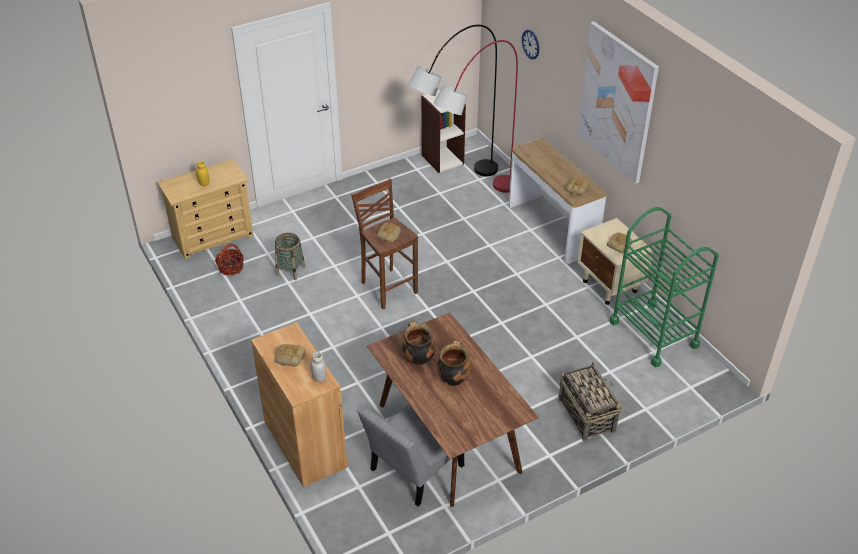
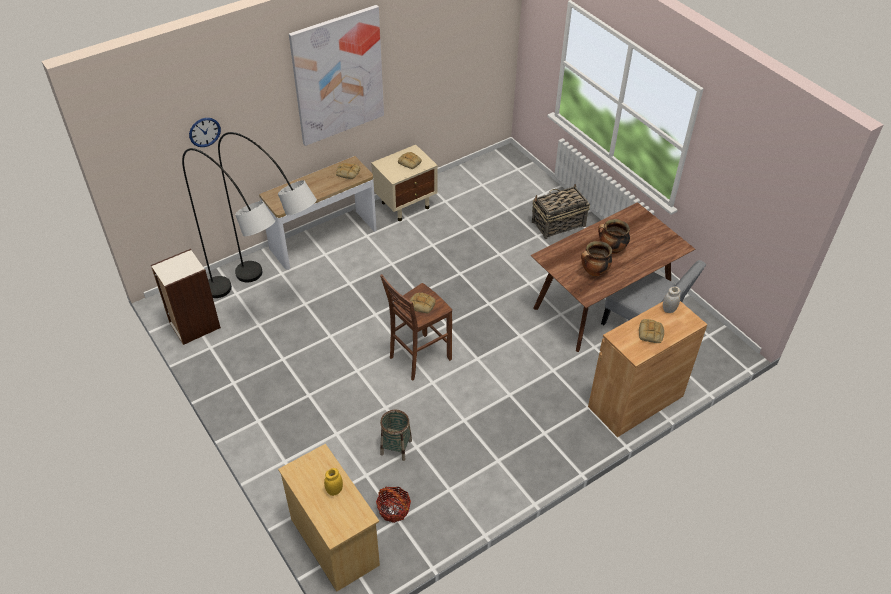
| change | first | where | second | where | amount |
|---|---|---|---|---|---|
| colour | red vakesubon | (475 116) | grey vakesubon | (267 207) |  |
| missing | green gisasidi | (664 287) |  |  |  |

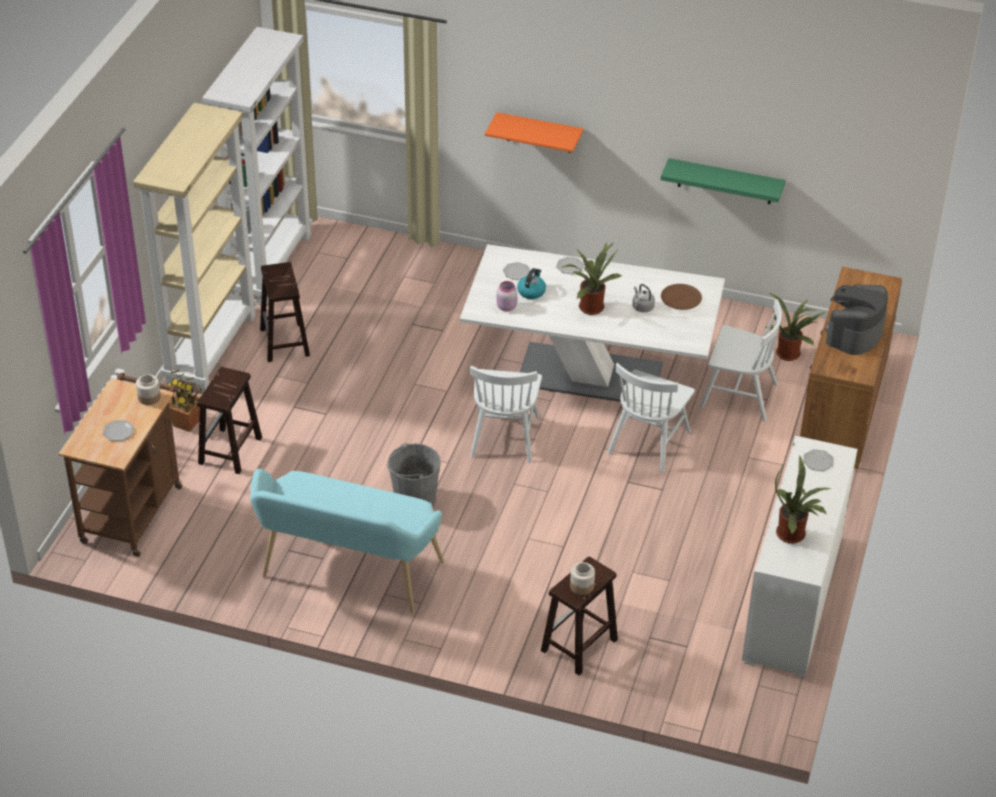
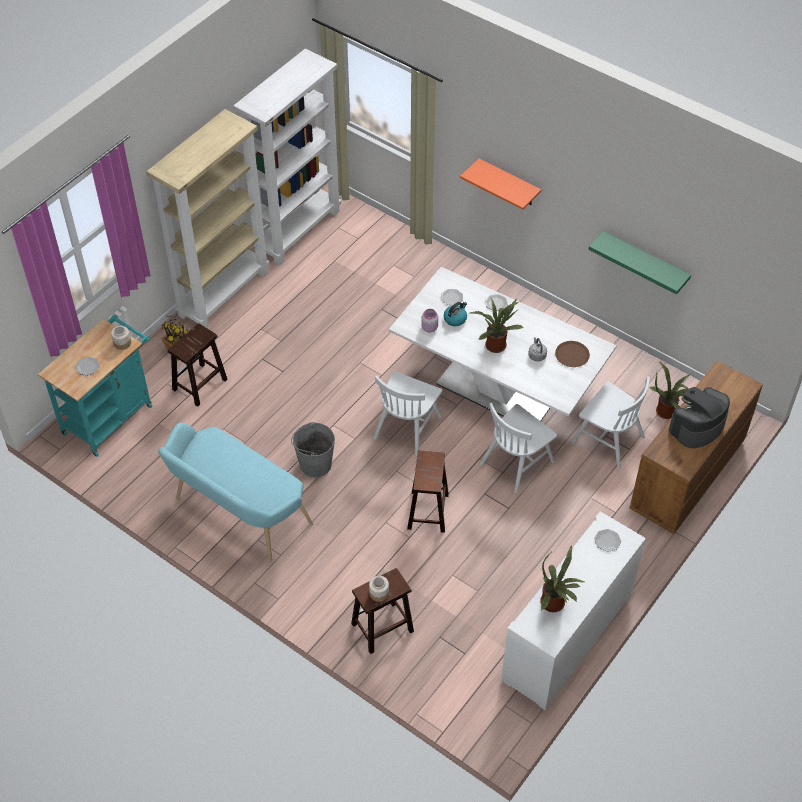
| change | first | where | second | where | amount |
|---|---|---|---|---|---|
| colour | brown gisasidi | (120 465) | turquoise gisasidi | (95 386) |  |
| relocated | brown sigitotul | (285 312) |  | (428 491) |  |

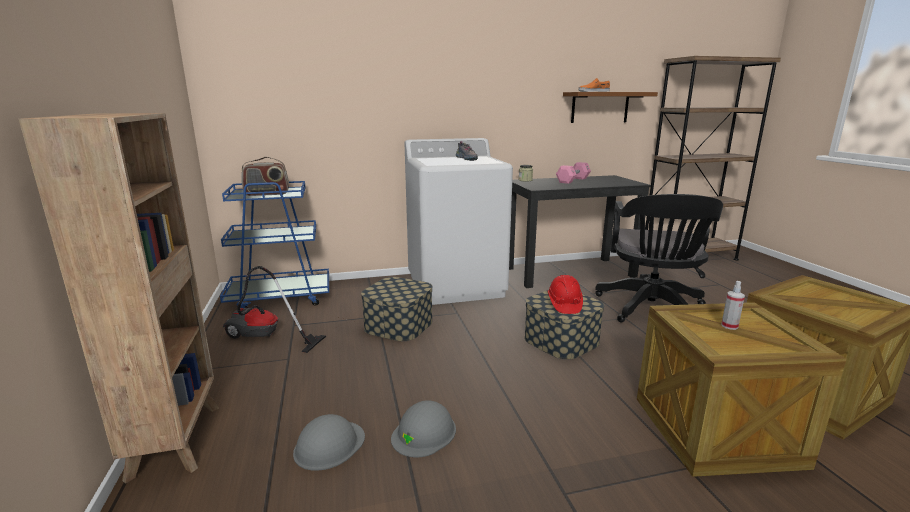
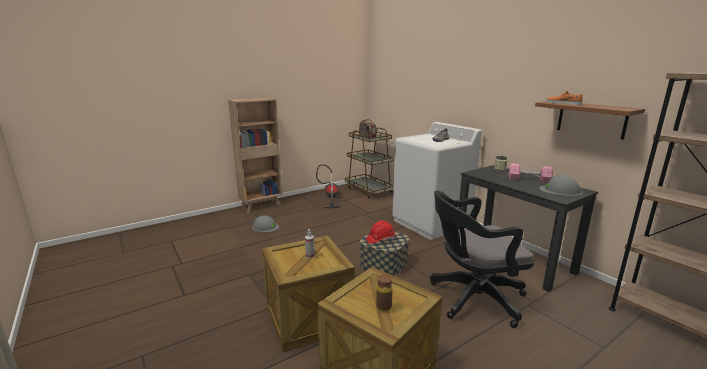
| change | first | where | second | where | amount |
|---|---|---|---|---|---|
| colour | blue gisasidi | (274 244) | brown gisasidi | (369 163) |  |
| appeared |  |  | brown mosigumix | (384 293) |  |
| relocated | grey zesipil | (423 429) |  | (560 186) |  |
| missing | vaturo | (397 309) |  |  |  |

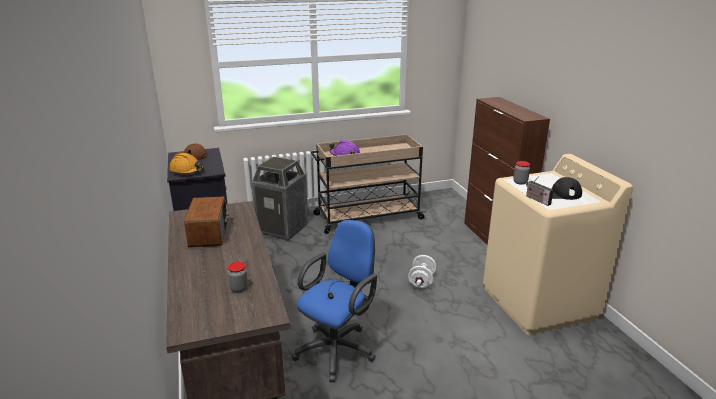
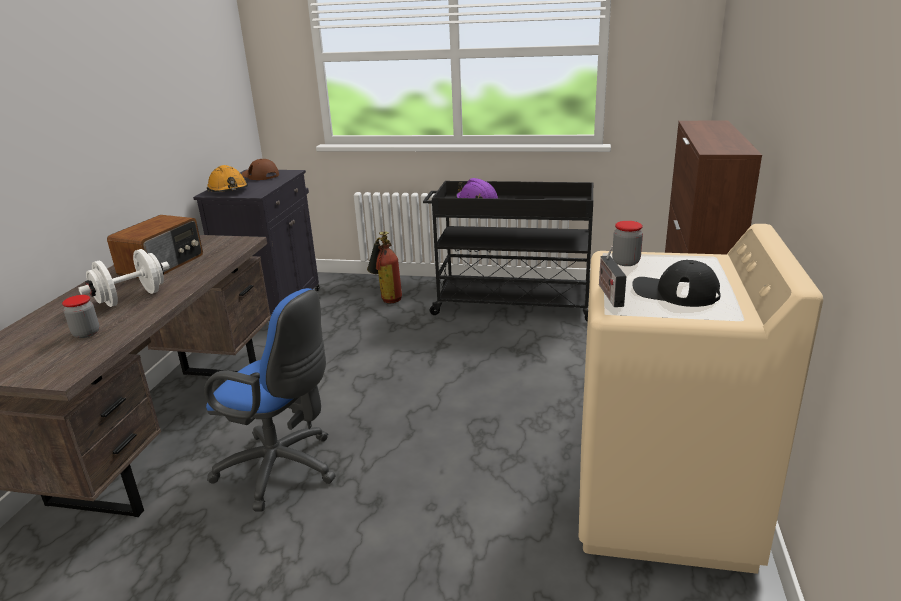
| change | first | where | second | where | amount |
|---|---|---|---|---|---|
| relocated | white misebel | (422 271) |  | (123 278) |  |
| spun | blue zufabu | (334 301) |  | (270 400) | 45 degrees clockwise |
| exchanged | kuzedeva | (279 199) | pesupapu | (384 267) |  |
| colour | beige gisasidi | (368 184) | black gisasidi | (508 251) |  |

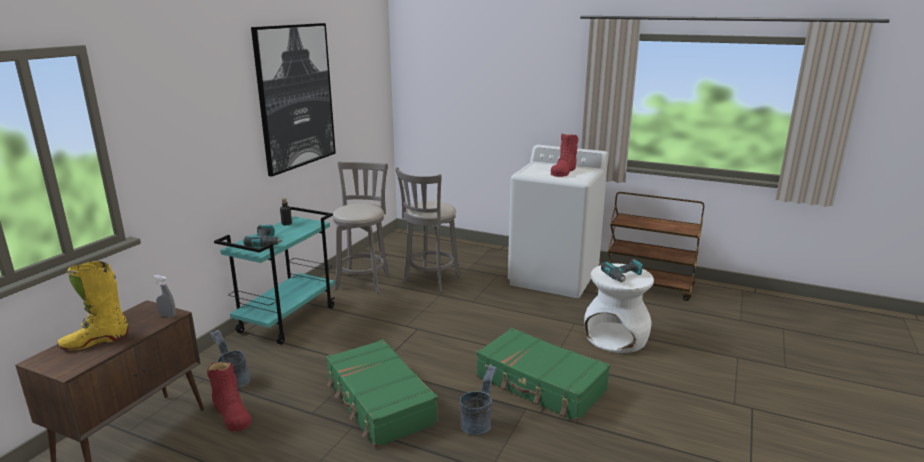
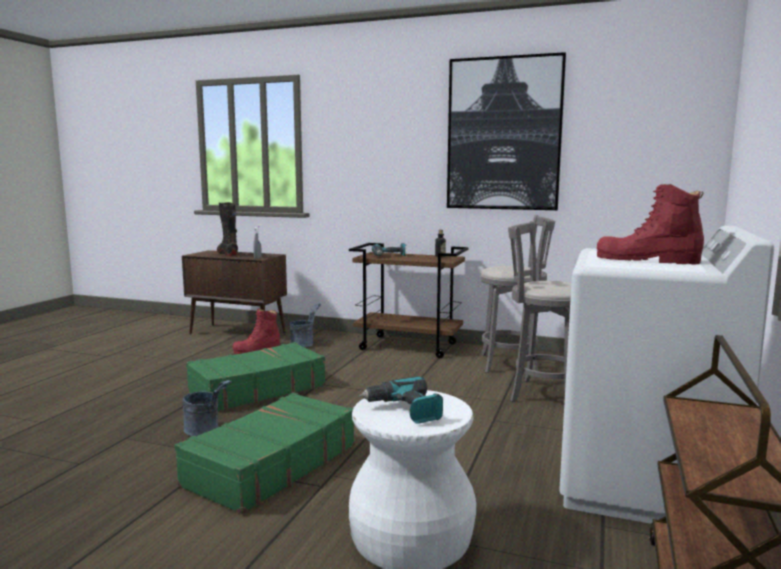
| change | first | where | second | where | amount |
|---|---|---|---|---|---|
| colour | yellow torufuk | (92 305) | black torufuk | (227 229) |  |
| colour | turquoise gisasidi | (274 276) | brown gisasidi | (409 300) |  |

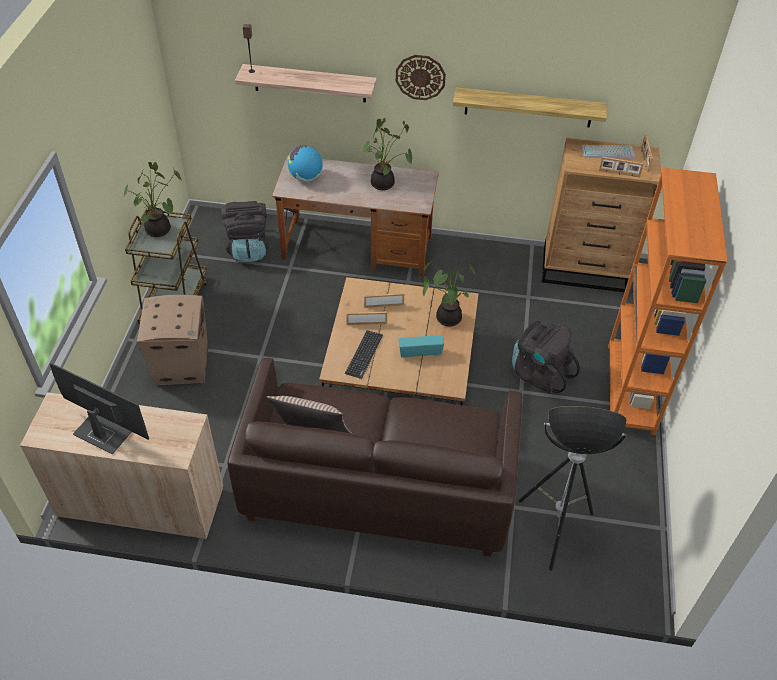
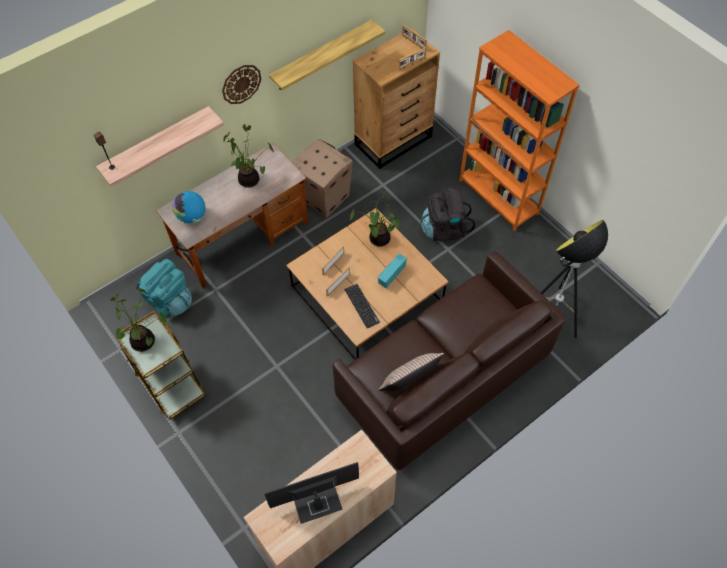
| change | first | where | second | where | amount |
|---|---|---|---|---|---|
| colour | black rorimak | (245 231) | turquoise rorimak | (164 287) |  |
| relocated | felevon | (172 339) |  | (323 178) |  |
| missing | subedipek | (608 151) |  |  |  |

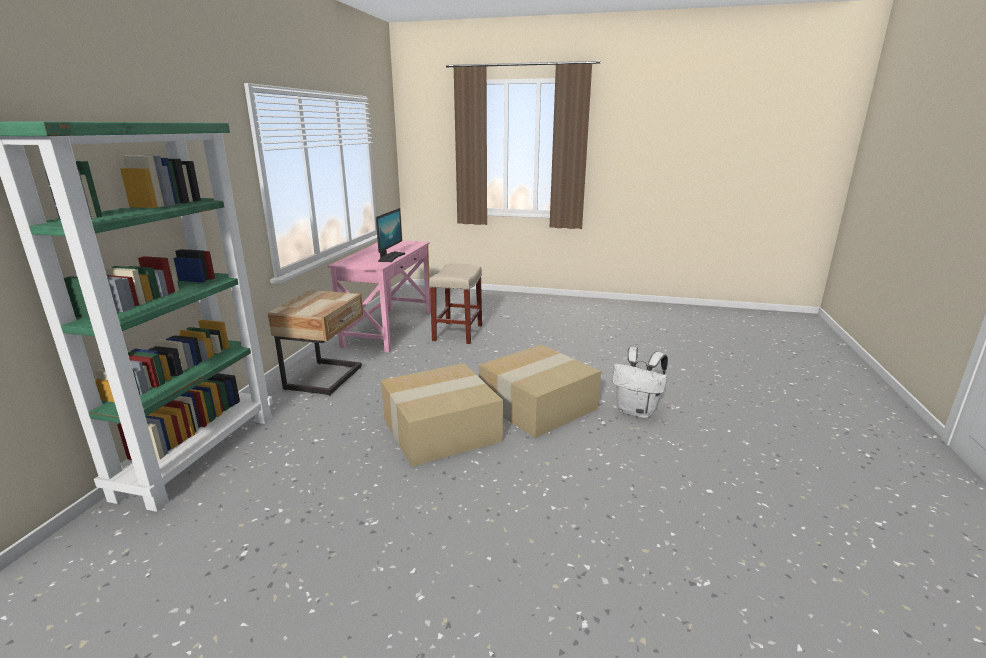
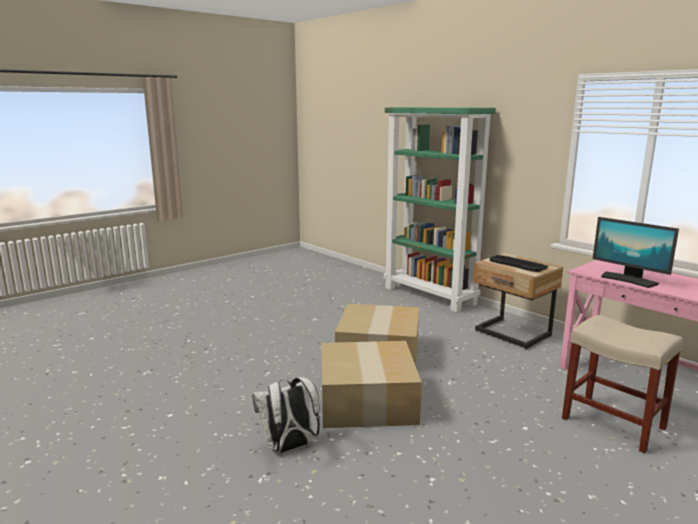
| change | first | where | second | where | amount |
|---|---|---|---|---|---|
| appeared |  |  | subedipek | (519 263) |  |

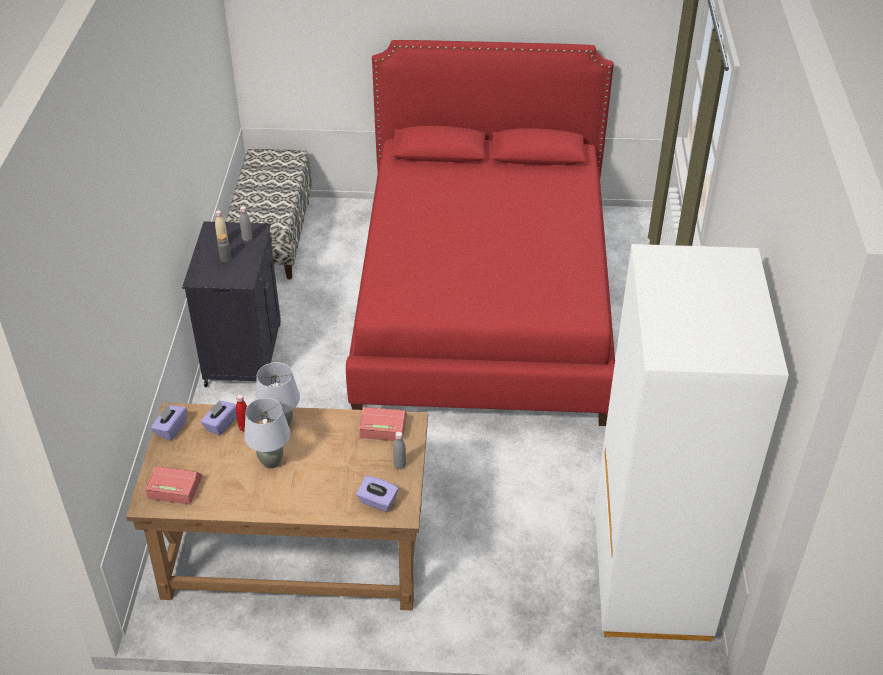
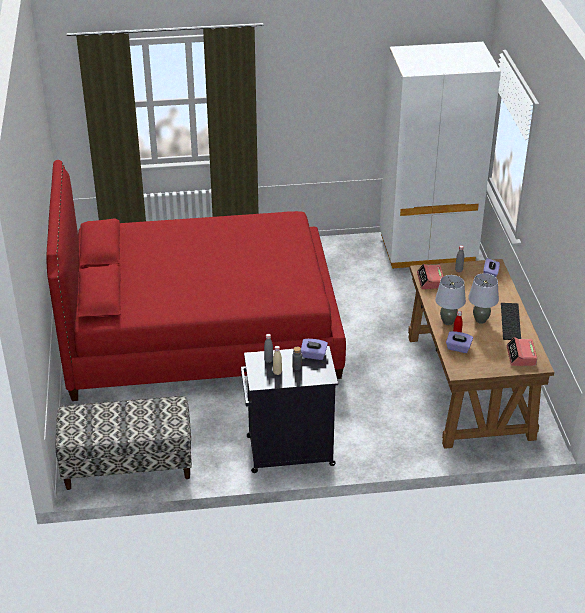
| change | first | where | second | where | amount |
|---|---|---|---|---|---|
| relocated | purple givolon | (169 422) |  | (314 349) |  |
| appeared |  |  | subedipek | (511 321) |  |

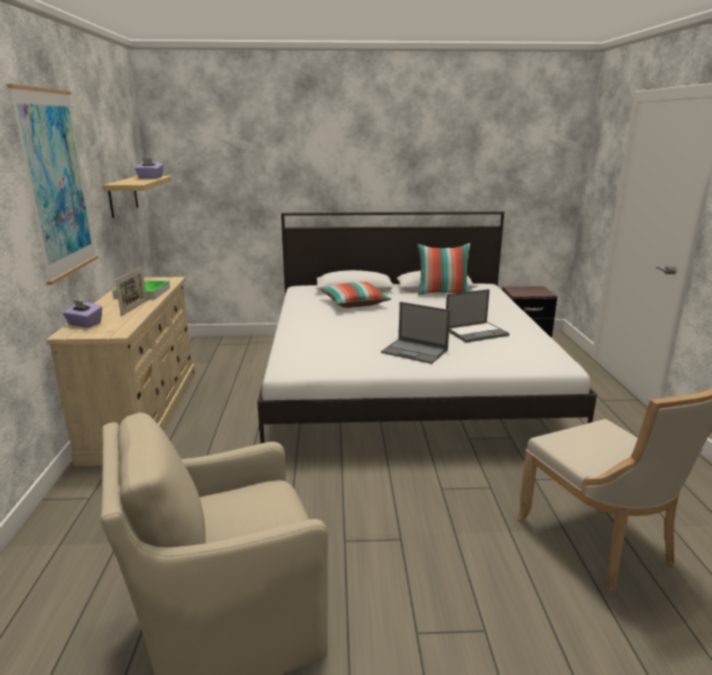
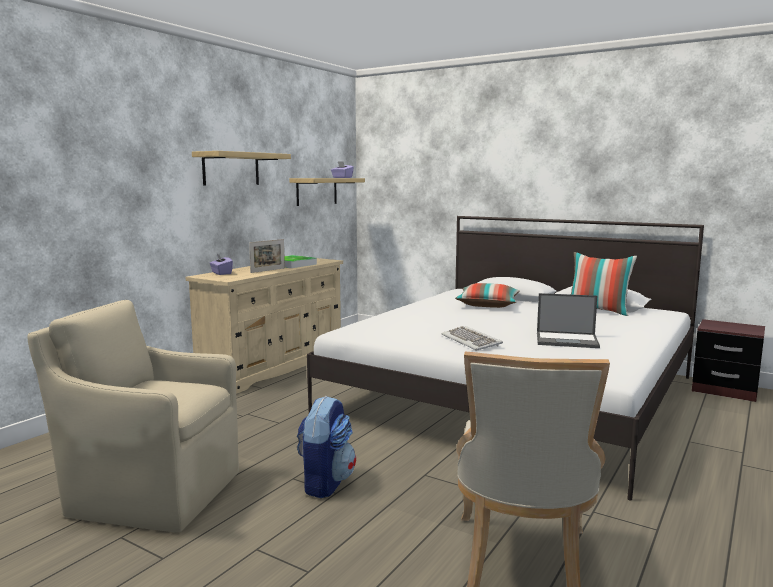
| change | first | where | second | where | amount |
|---|---|---|---|---|---|
| exchanged | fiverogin | (52 184) | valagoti | (241 168) |  |
| appeared |  |  | rorimak | (326 447) |  |
| exchanged | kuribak | (415 333) | subedipek | (472 338) |  |

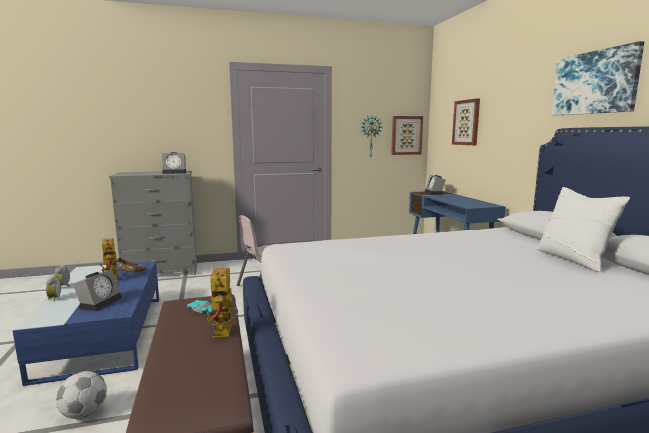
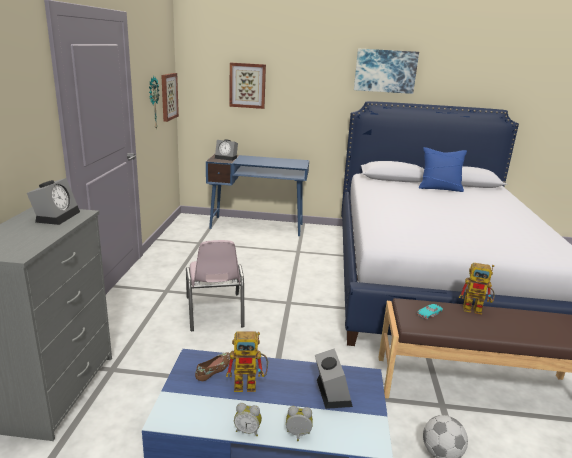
| change | first | where | second | where | amount |
|---|---|---|---|---|---|
| spun | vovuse | (97 290) |  | (334 378) | 45 degrees clockwise |
| colour | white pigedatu | (583 229) | blue pigedatu | (443 169) |  |

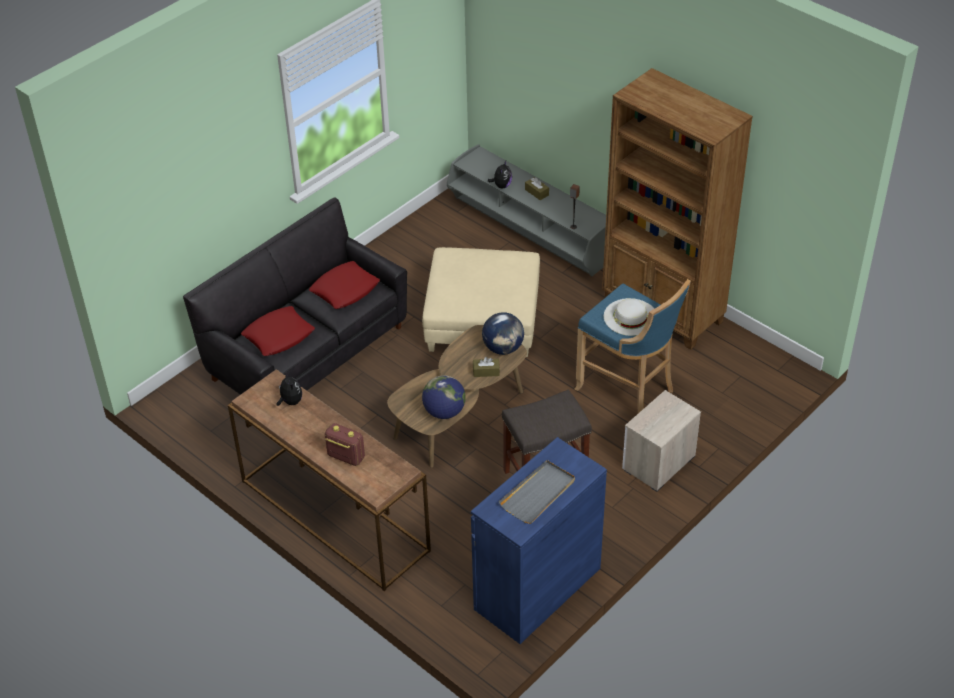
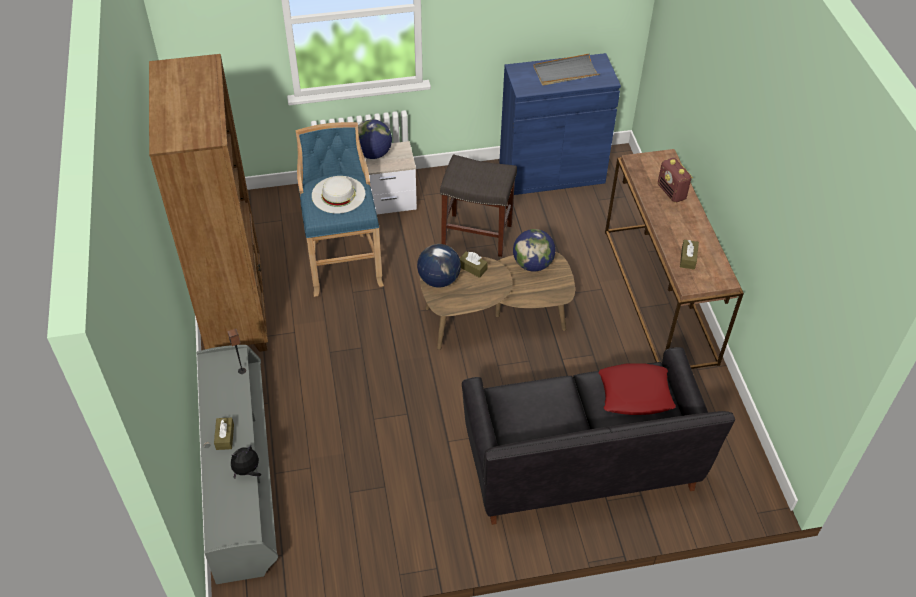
| change | first | where | second | where | amount |
|---|---|---|---|---|---|
| appeared |  |  | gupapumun | (375 139) |  |
| exchanged | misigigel | (289 389) | brown givolon | (689 255) |  |
| missing | red pigedatu | (344 285) |  |  |  |
| missing | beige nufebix | (481 302) |  |  |  |

